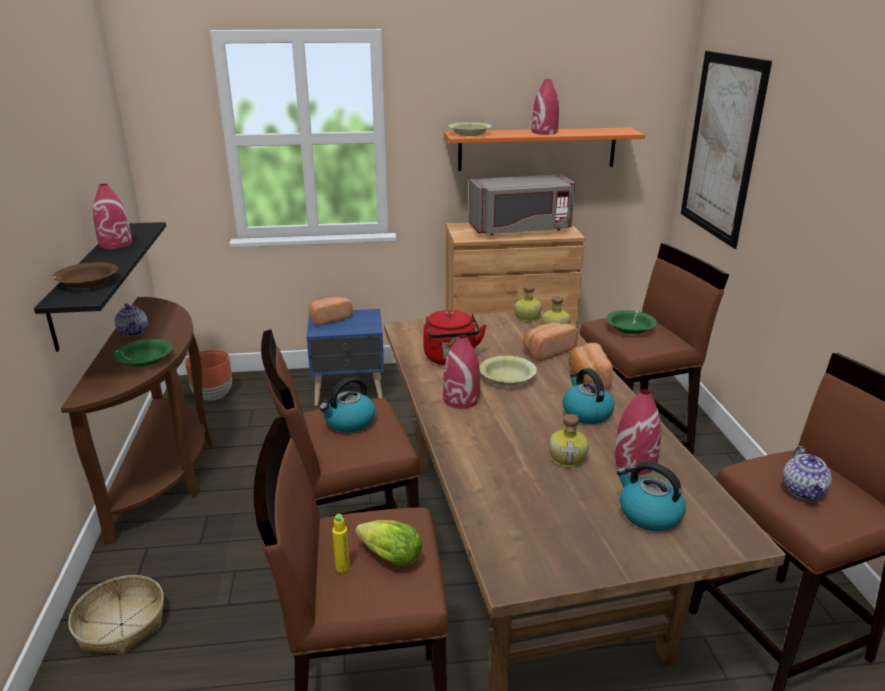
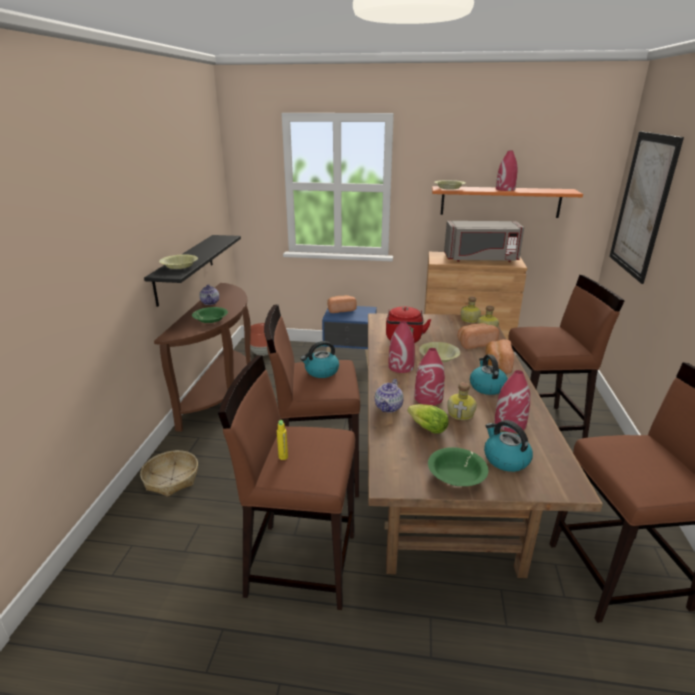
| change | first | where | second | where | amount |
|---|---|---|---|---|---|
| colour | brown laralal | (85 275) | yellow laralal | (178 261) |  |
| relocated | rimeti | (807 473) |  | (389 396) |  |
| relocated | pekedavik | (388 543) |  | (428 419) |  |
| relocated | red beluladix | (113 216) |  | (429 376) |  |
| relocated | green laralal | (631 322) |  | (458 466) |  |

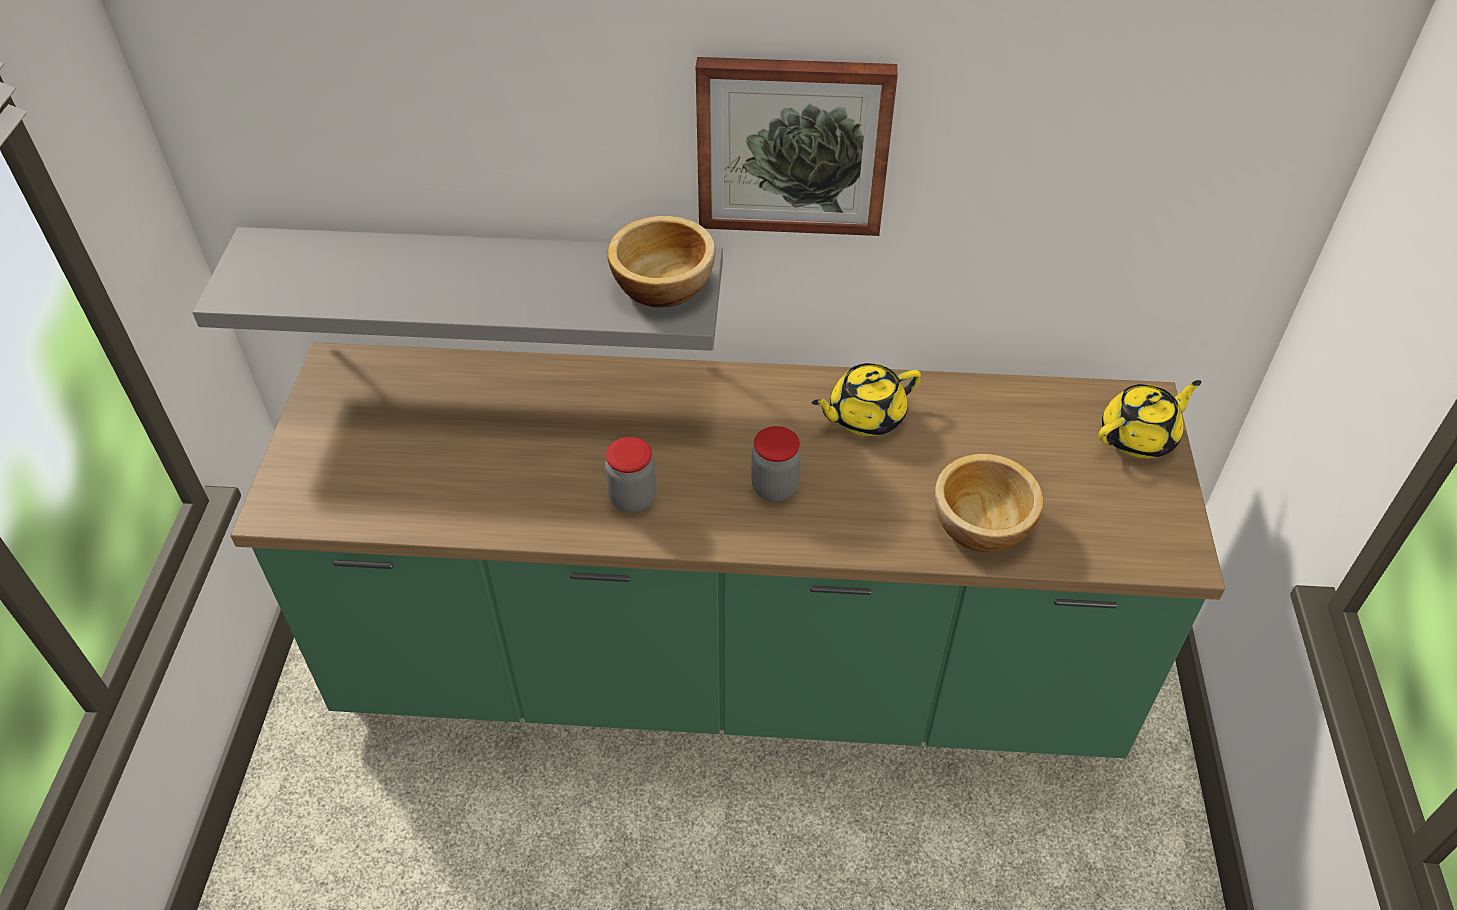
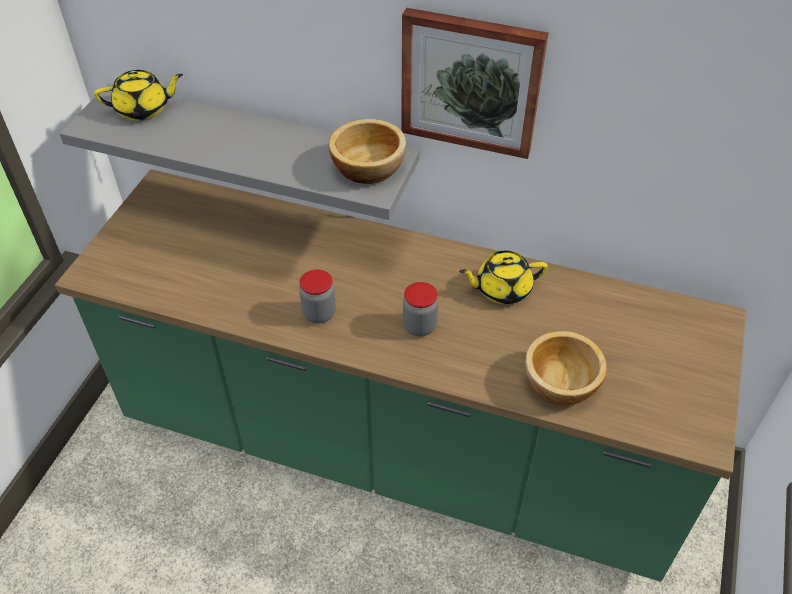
| change | first | where | second | where | amount |
|---|---|---|---|---|---|
| relocated | yellow rimeti | (1149 419) |  | (138 95) |  |

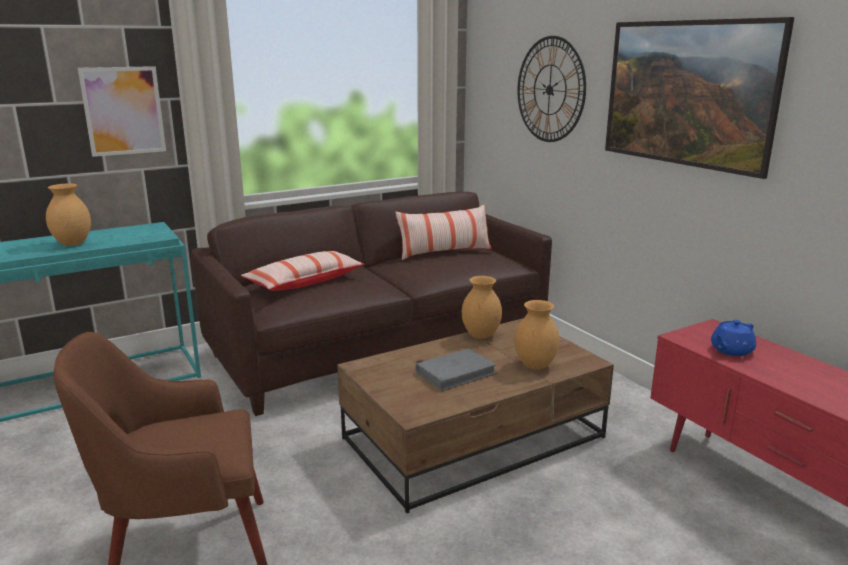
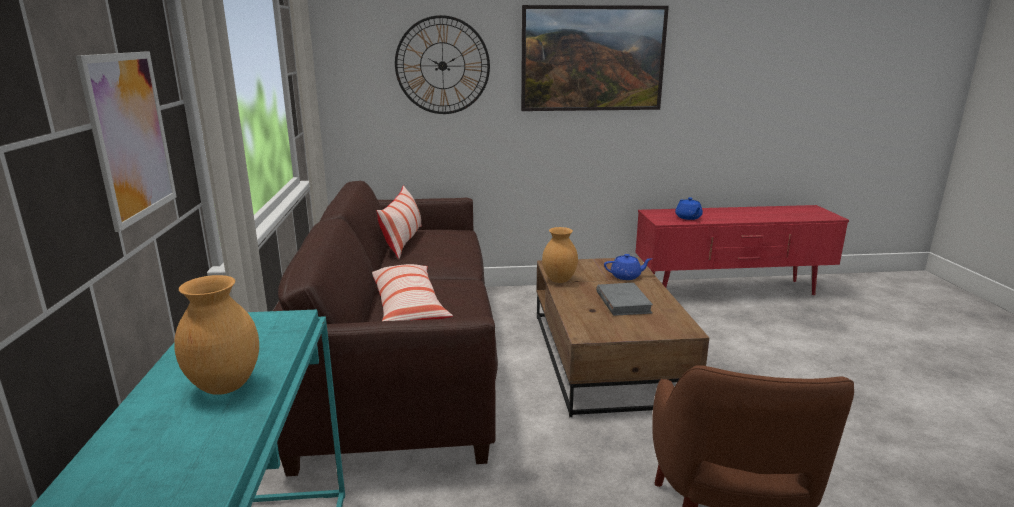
| change | first | where | second | where | amount |
|---|---|---|---|---|---|
| exchanged | brown beluladix | (537 335) | blue rimeti | (628 267) |  |

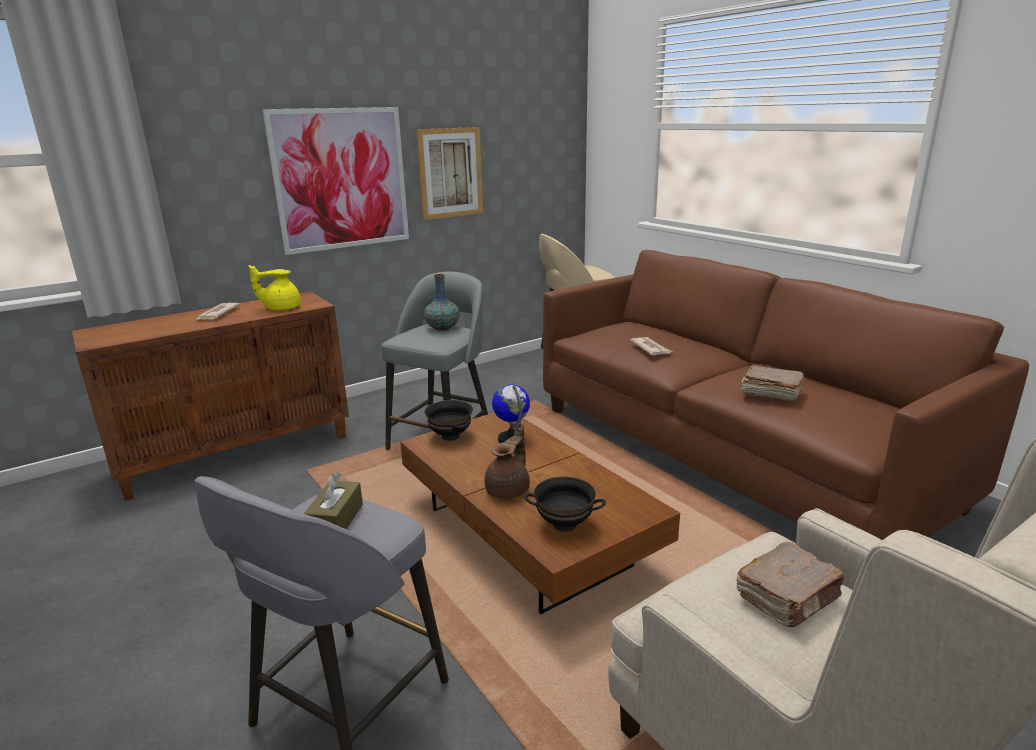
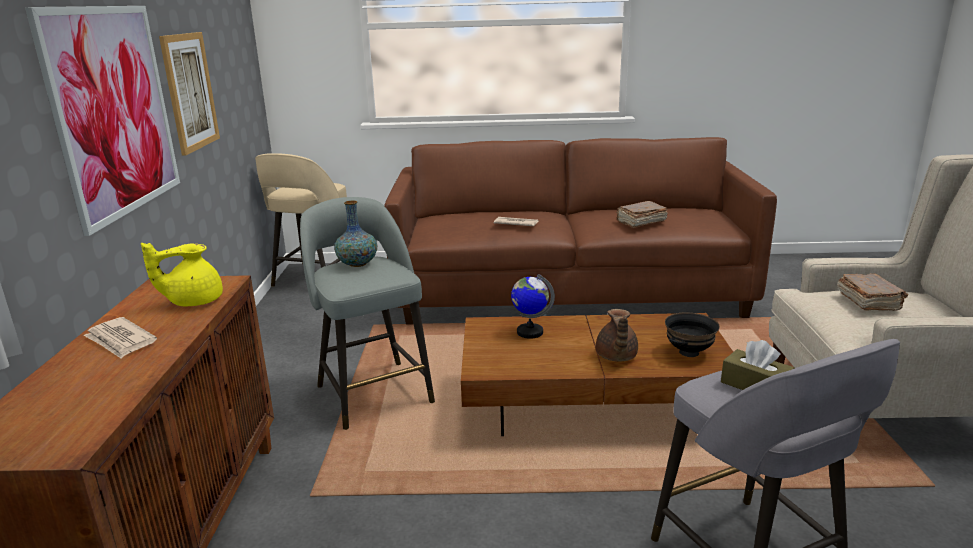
| change | first | where | second | where | amount |
|---|---|---|---|---|---|
| spun | yellow rimeti | (274 287) |  | (182 274) | 45 degrees clockwise |
| spun | brown rimeti | (507 461) |  | (617 335) | 150 degrees counterclockwise |
| missing | black laralal | (448 420) |  |  |  |

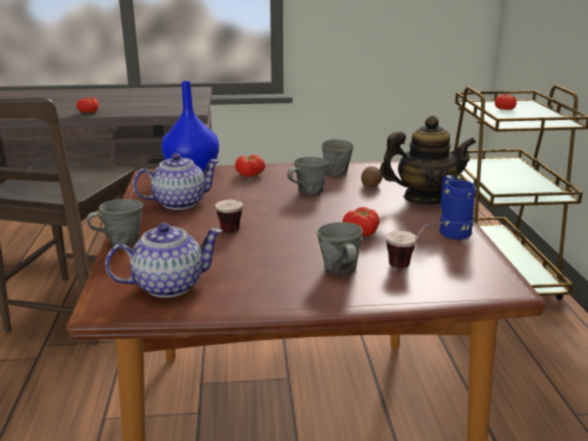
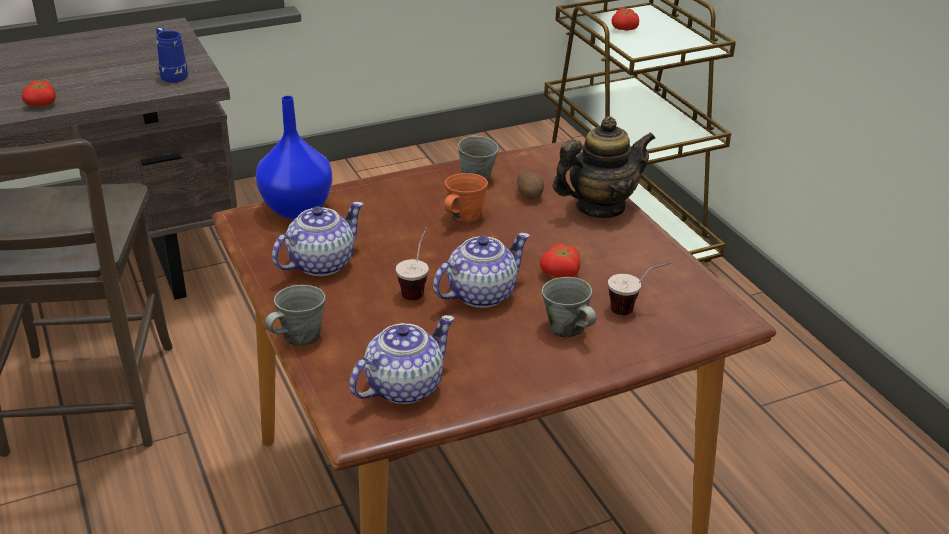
| change | first | where | second | where | amount |
|---|---|---|---|---|---|
| relocated | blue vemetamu | (458 207) |  | (172 55) |  |
| appeared |  |  | rimeti | (481 270) |  |
| colour | grey vemetamu | (308 176) | orange vemetamu | (466 198) |  |
| missing | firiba | (250 166) |  |  |  |

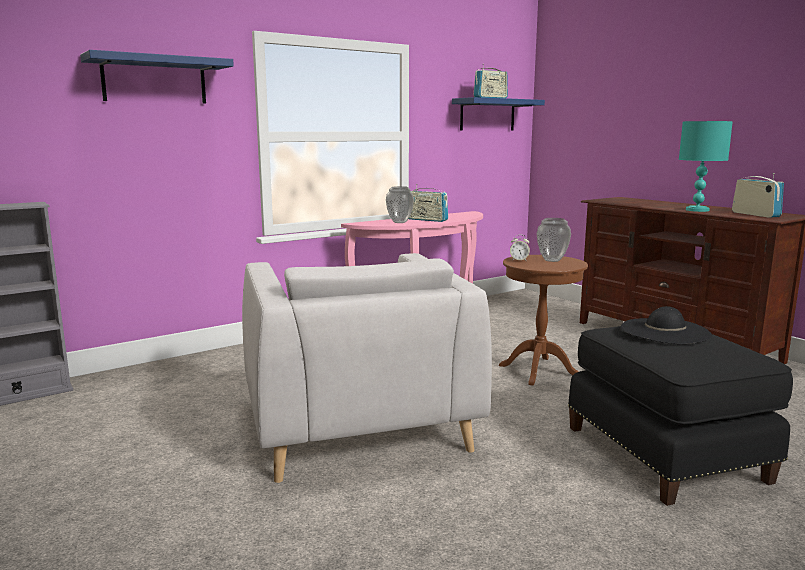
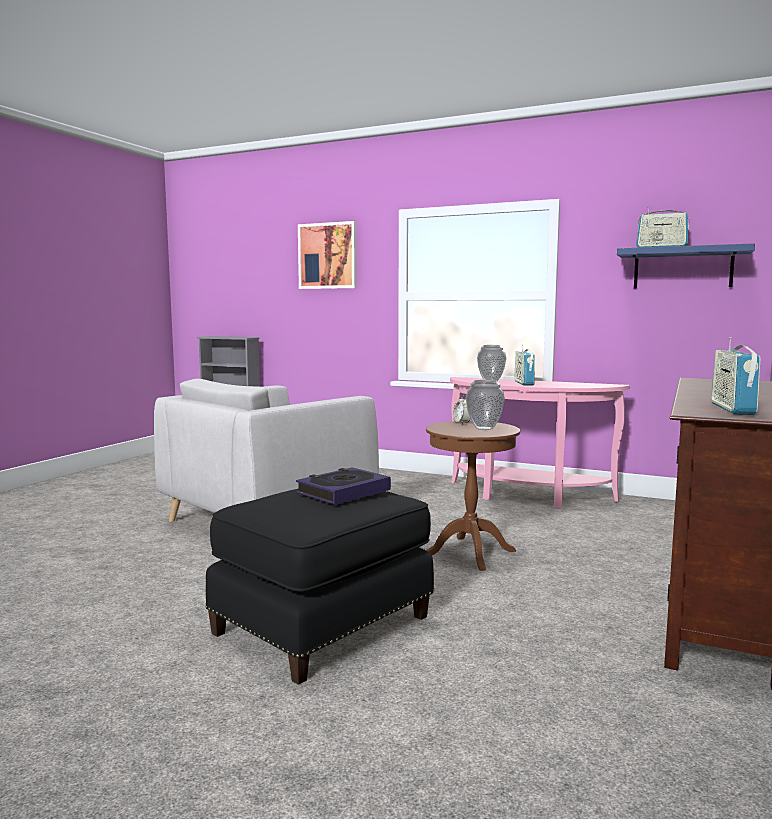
| change | first | where | second | where | amount |
|---|---|---|---|---|---|
| exchanged | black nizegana | (666 325) | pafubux | (343 486) |  |
| exchanged | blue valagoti | (157 76) | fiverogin | (327 255) |  |
| spun | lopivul | (758 195) |  | (736 376) | 150 degrees clockwise |
| missing | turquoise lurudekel | (706 166) |  |  |  |

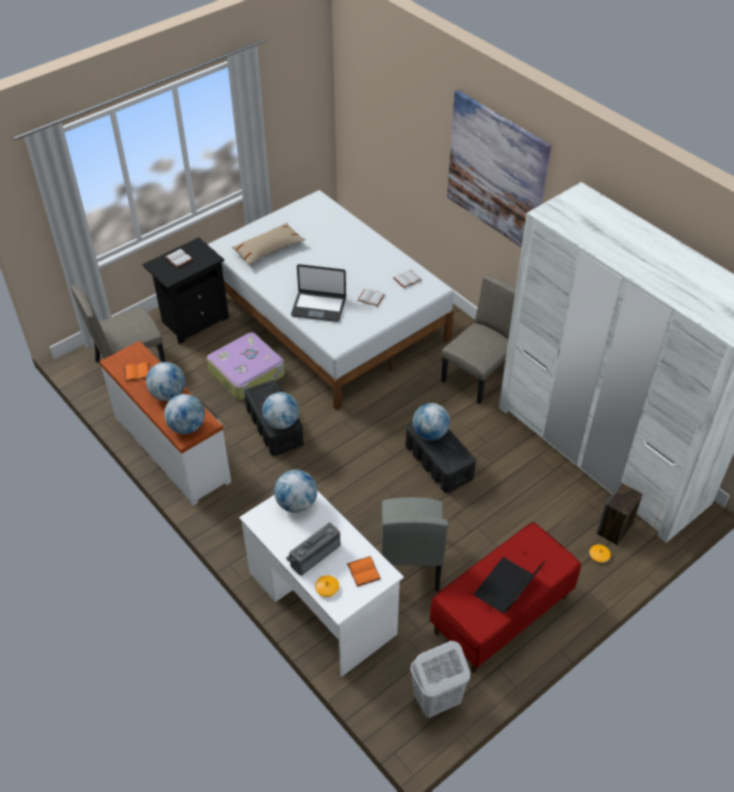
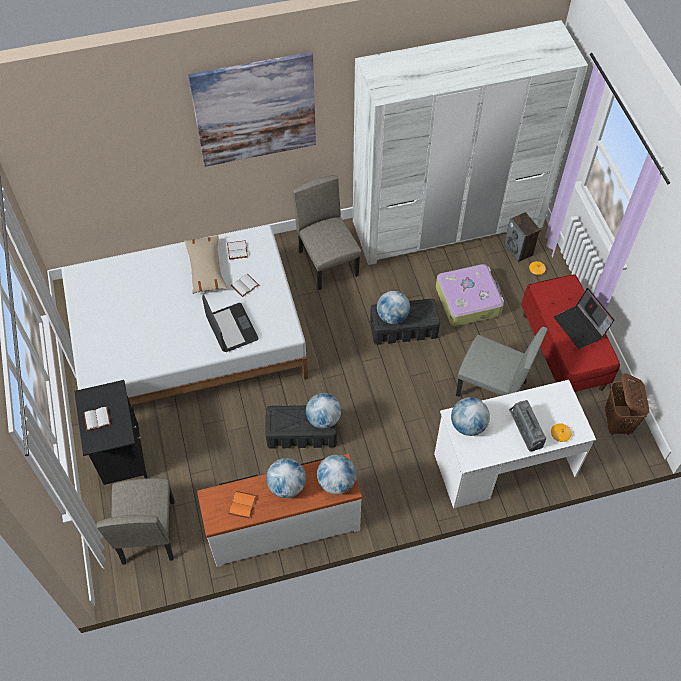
| change | first | where | second | where | amount |
|---|---|---|---|---|---|
| relocated | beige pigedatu | (268 244) |  | (205 264) |  |
| spun | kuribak | (318 293) |  | (230 323) | 60 degrees counterclockwise |
| relocated | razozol | (246 366) |  | (470 295) |  |
| colour | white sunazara | (440 679) | brown sunazara | (627 404) |  |
| missing | orange pafubux | (364 571) |  |  |  |

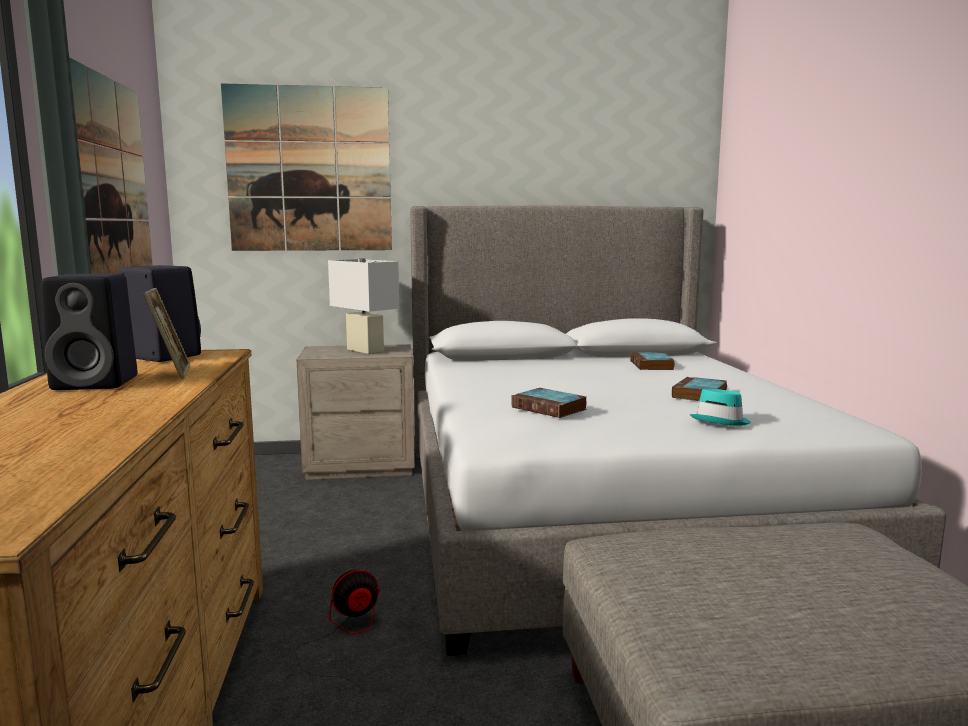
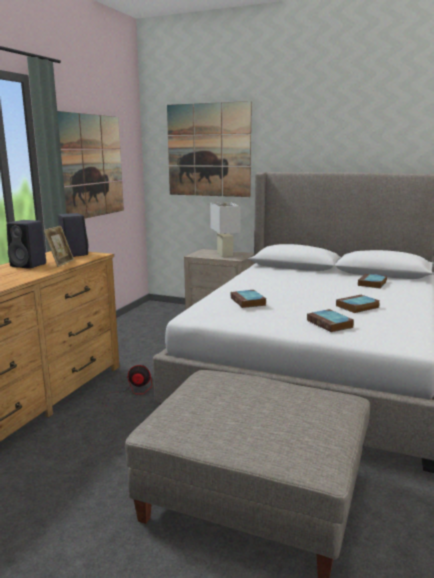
| change | first | where | second | where | amount |
|---|---|---|---|---|---|
| exchanged | turquoise nizegana | (720 407) | pafubux | (330 320) |  |

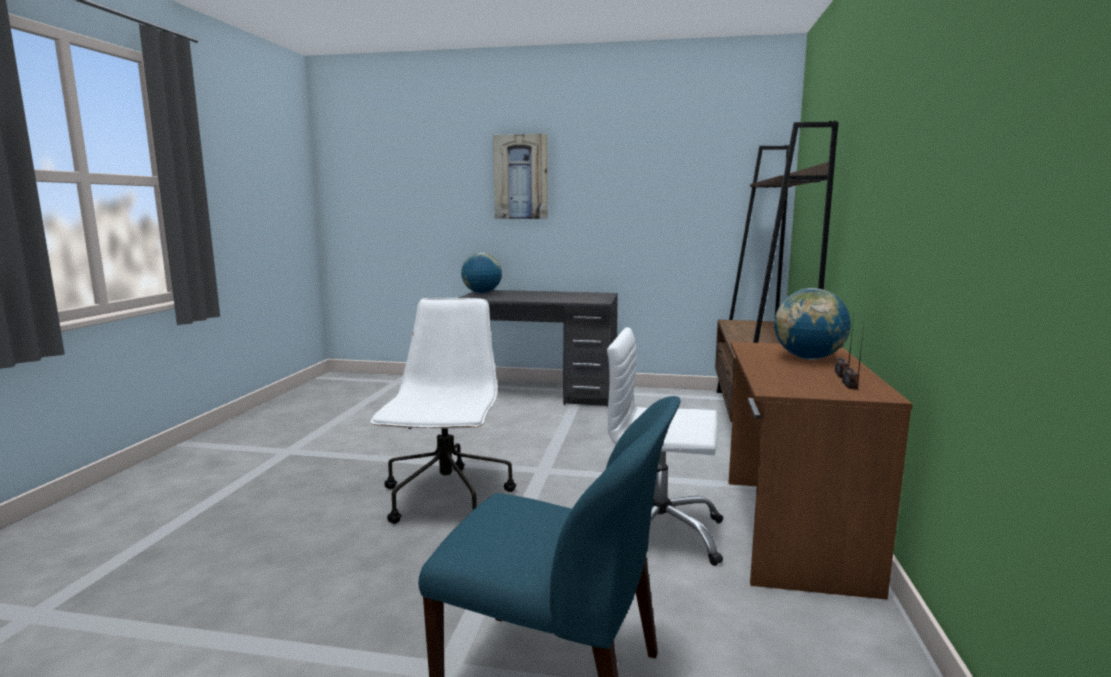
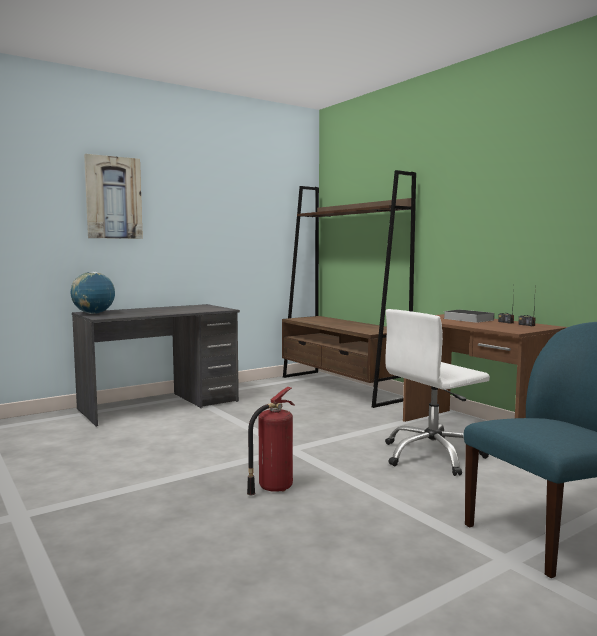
| change | first | where | second | where | amount |
|---|---|---|---|---|---|
| exchanged | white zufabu | (443 411) | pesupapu | (271 441) |  |
| exchanged | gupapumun | (812 324) | pafubux | (468 316) |  |

